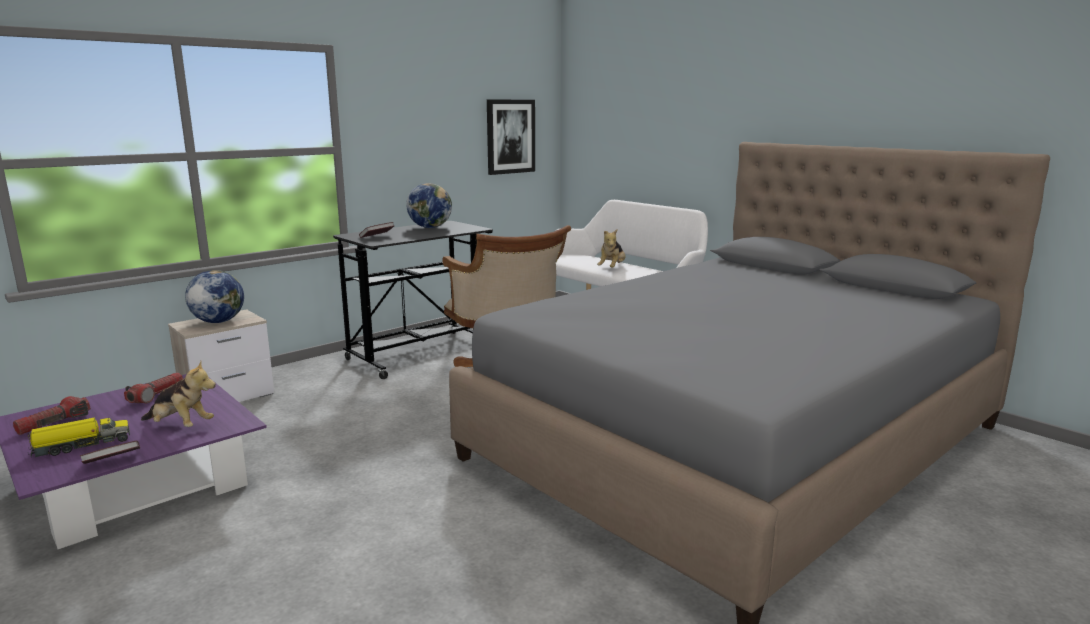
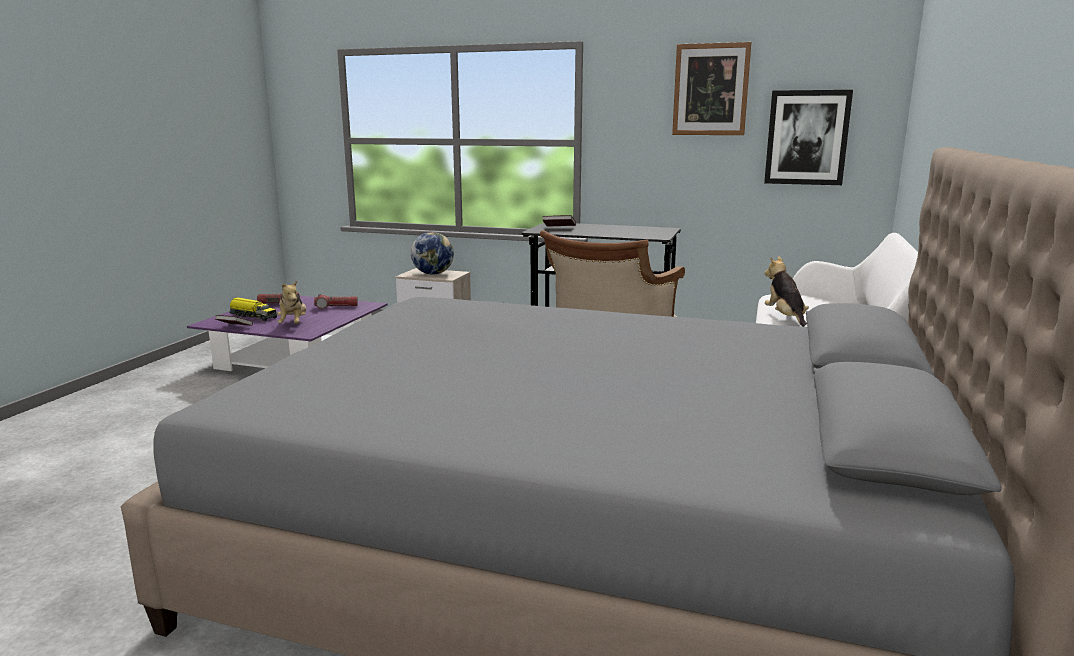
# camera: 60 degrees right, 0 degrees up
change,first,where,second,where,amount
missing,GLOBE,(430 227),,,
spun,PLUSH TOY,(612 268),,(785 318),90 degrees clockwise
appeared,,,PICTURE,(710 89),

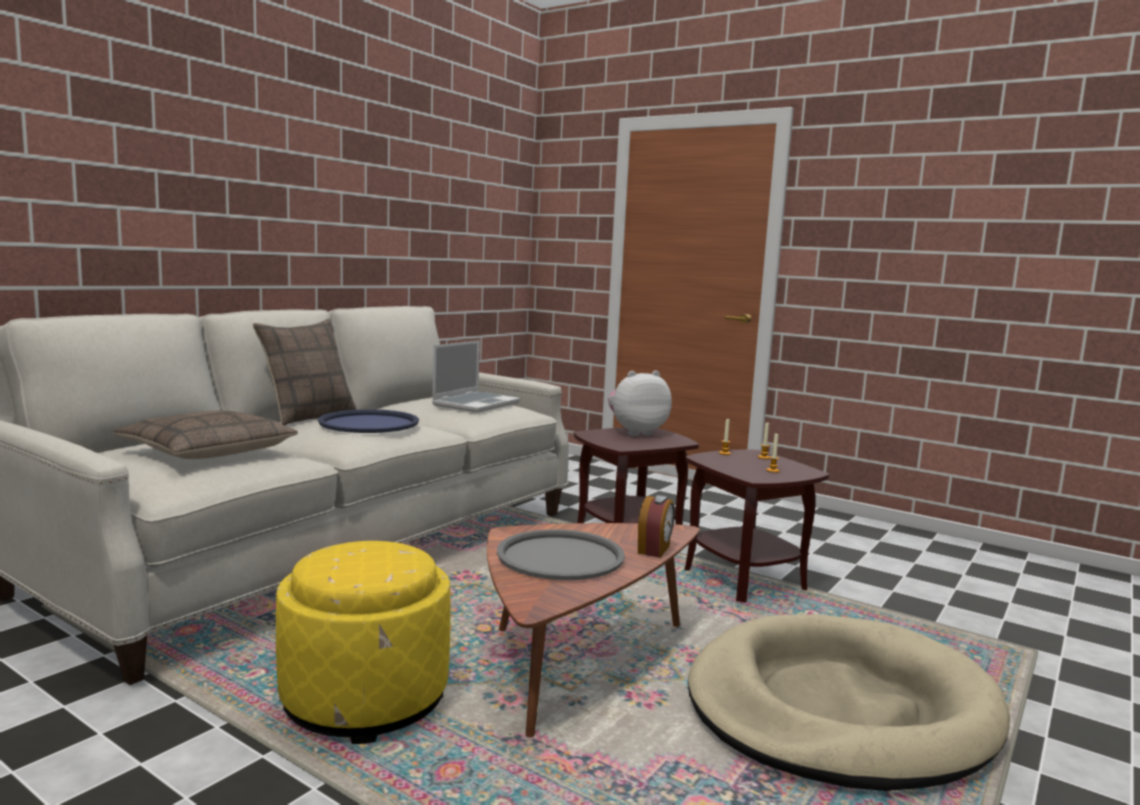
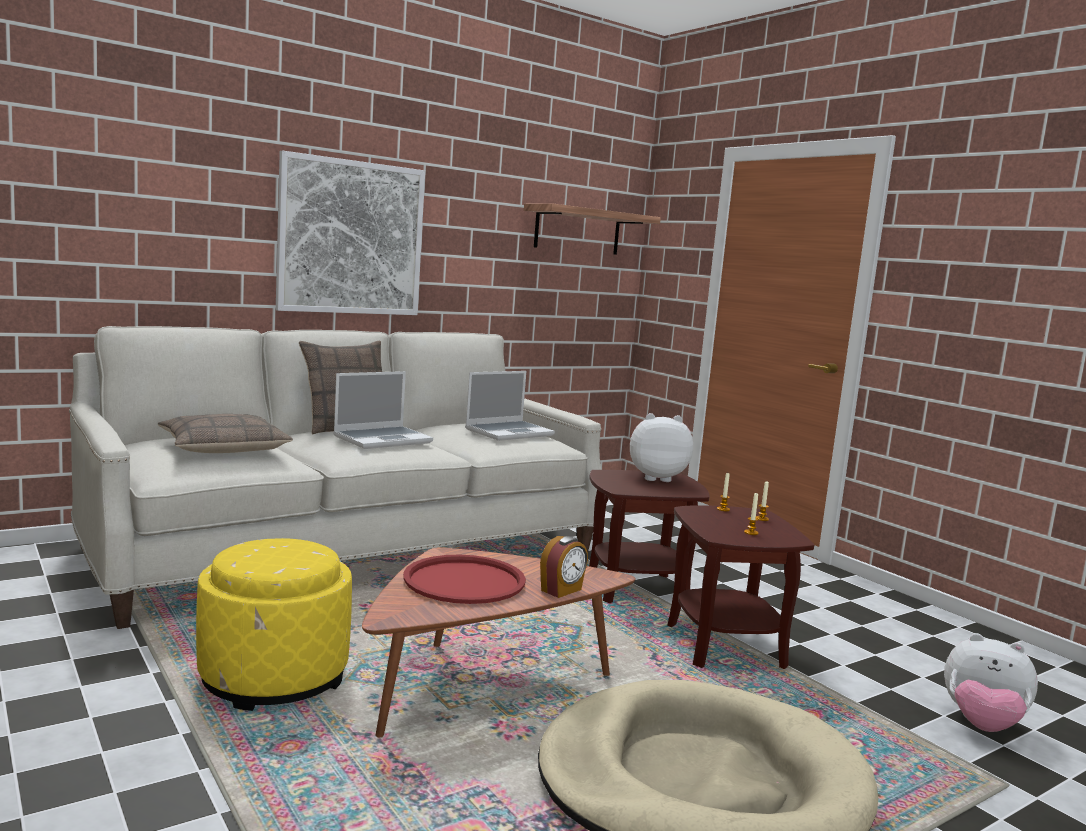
# camera: 20 degrees right, 0 degrees up
change,first,where,second,where,amount
exchanged,BLUE TRAY,(368 423),LAPTOP,(383 439),
colour,GREY TRAY,(560 556),RED TRAY,(464 581),
appeared,,,PICTURE,(351 238),
appeared,,,SHELF,(577 230),
appeared,,,PLUSH TOY,(982 725),

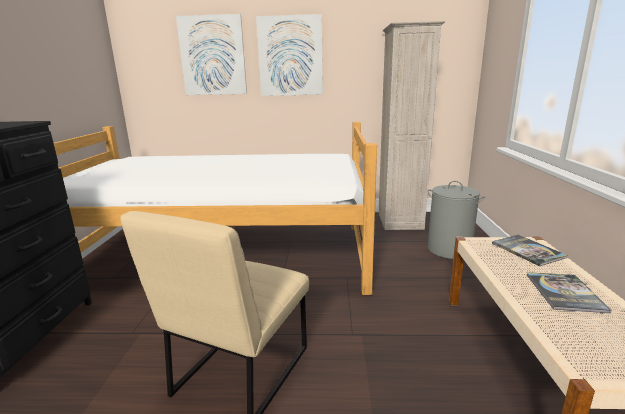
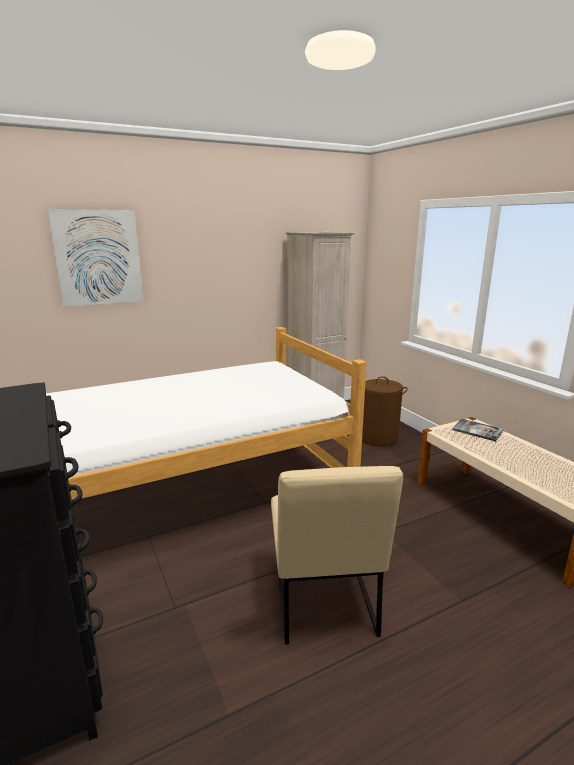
# camera: 30 degrees left, 0 degrees up
change,first,where,second,where,amount
missing,PICTURE,(290 56),,,
colour,GREY LAUNDRY BASKET,(449 249),BROWN LAUNDRY BASKET,(379 438),
missing,BOOK,(564 292),,,

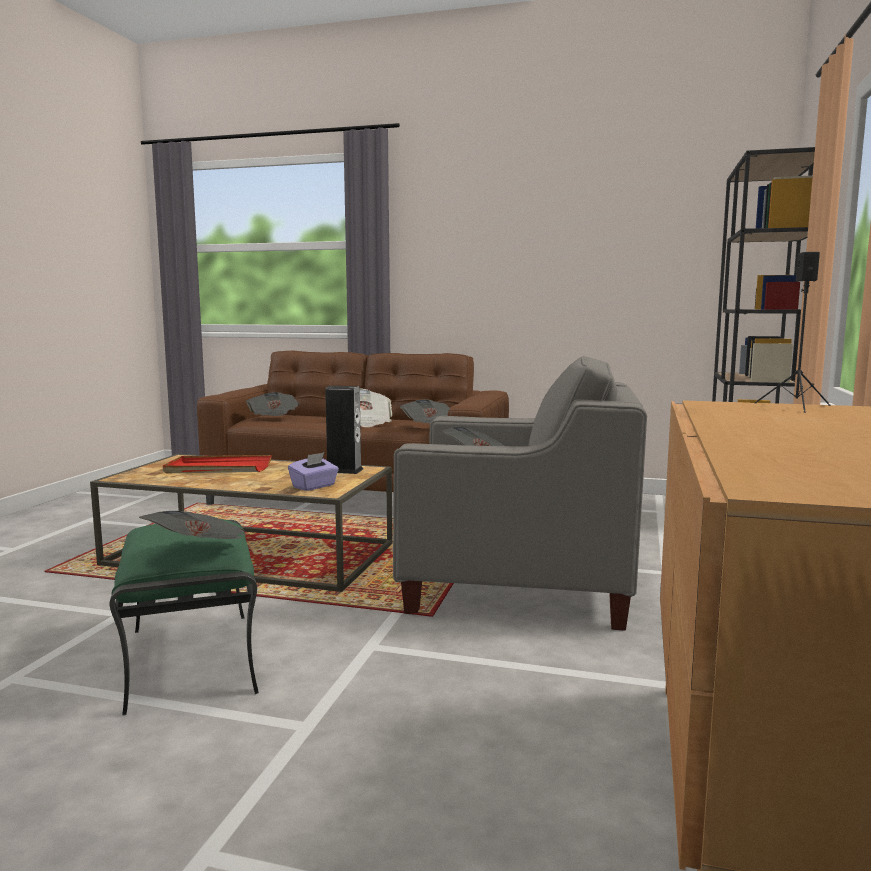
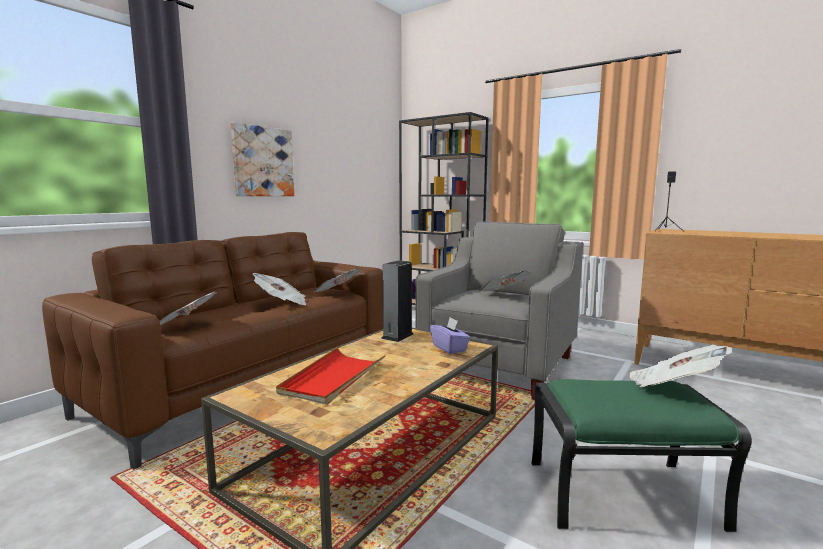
# camera: 70 degrees left, 0 degrees up
change,first,where,second,where,amount
appeared,,,PICTURE,(263 162),

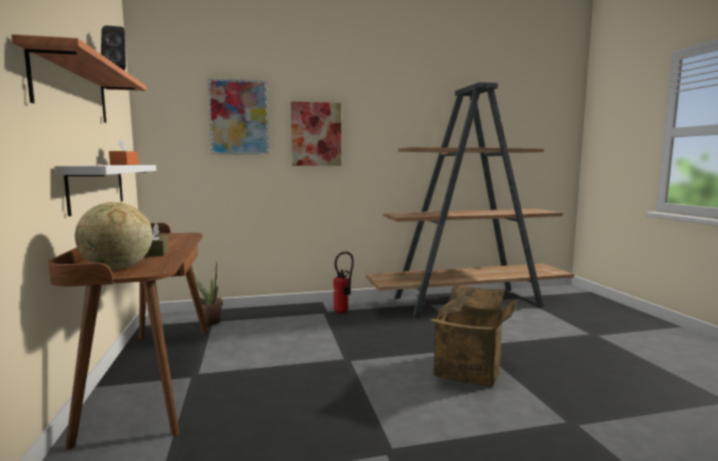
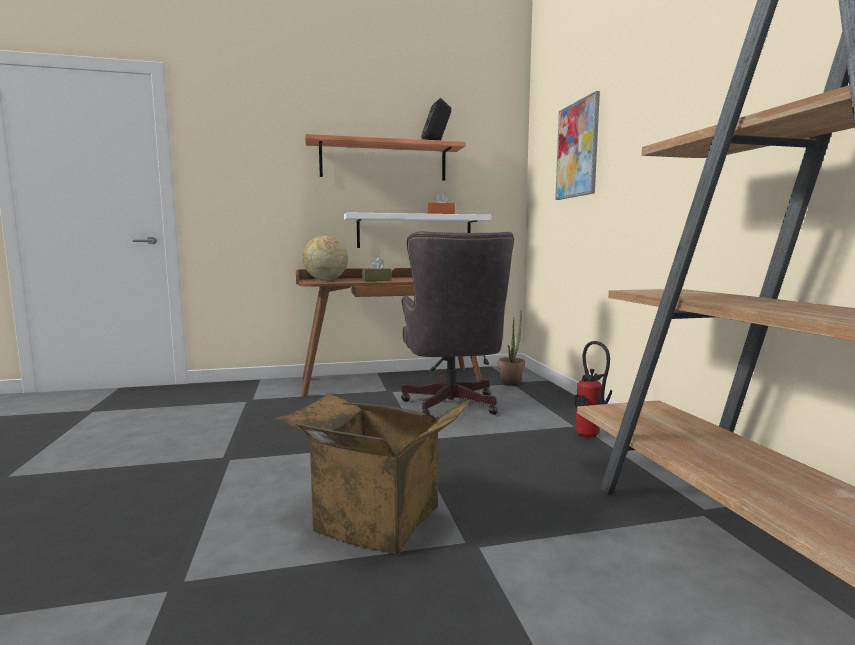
# camera: 90 degrees right, 0 degrees up
change,first,where,second,where,amount
missing,PICTURE,(316 134),,,
appeared,,,GREY OFFICE CHAIR,(452 406),

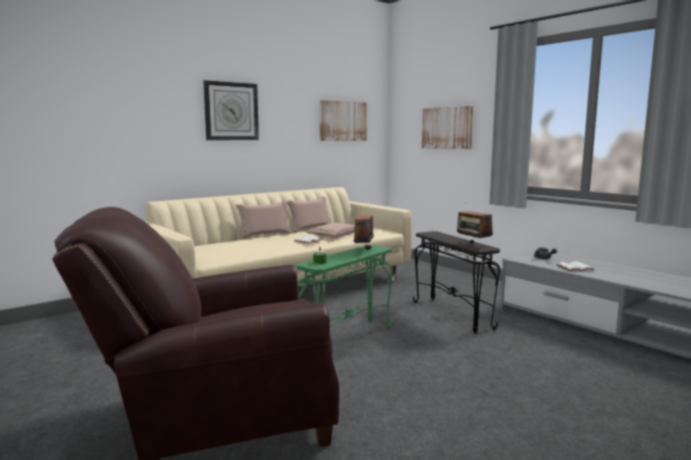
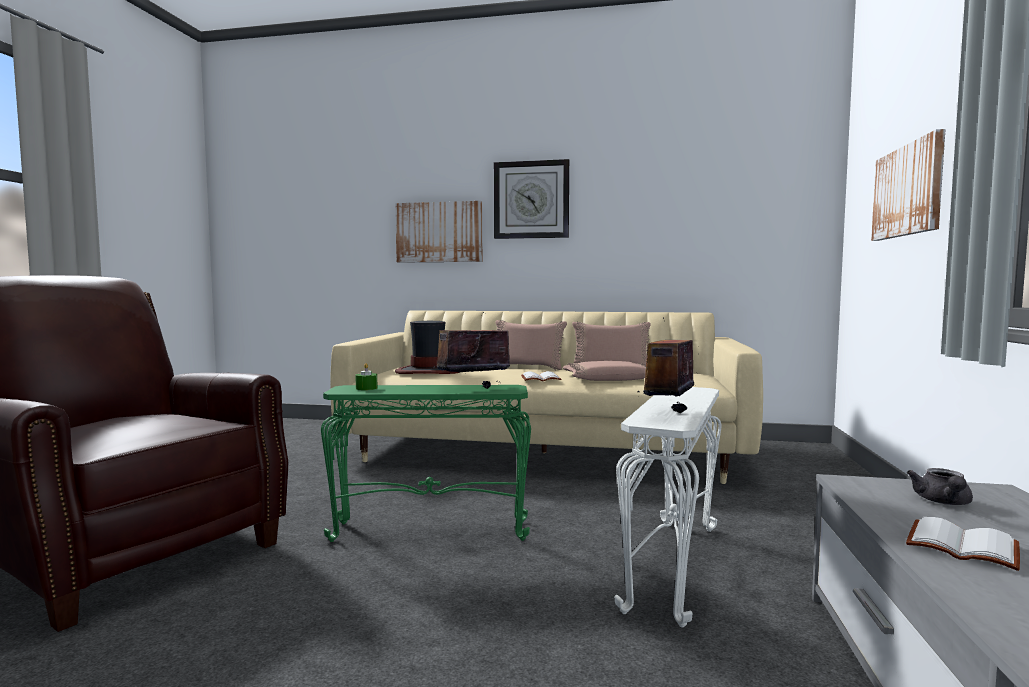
# camera: 50 degrees right, 5 degrees down
change,first,where,second,where,amount
relocated,PICTURE,(343 121),,(439 232),
colour,BLACK SIDE TABLE,(452 314),WHITE SIDE TABLE,(673 566),
appeared,,,HAT,(428 371),

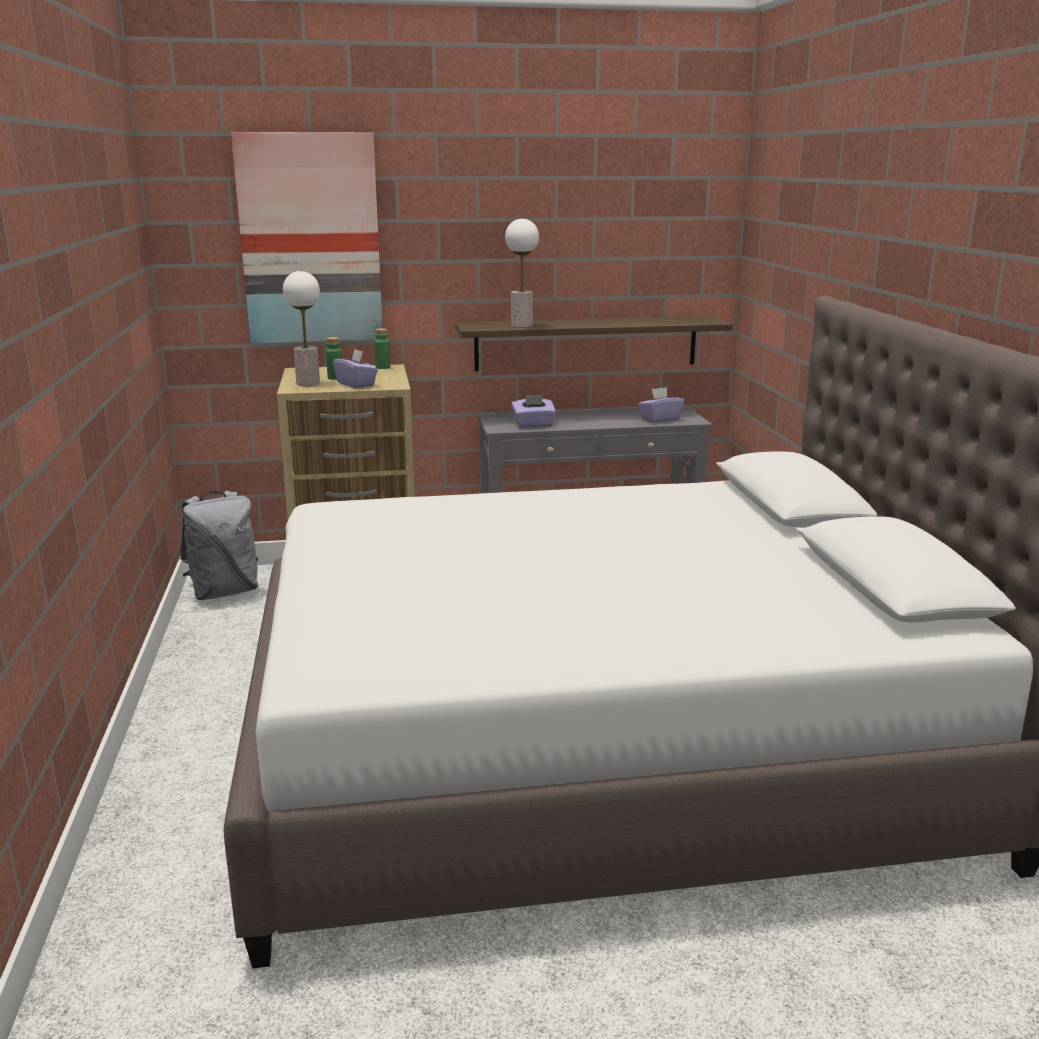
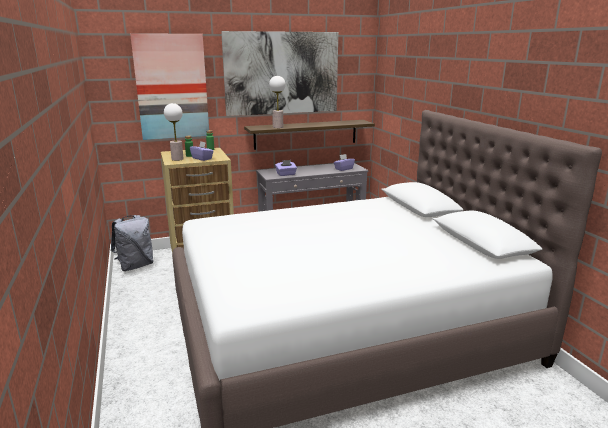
# camera: 10 degrees left, 0 degrees up
change,first,where,second,where,amount
appeared,,,PICTURE,(282 73),

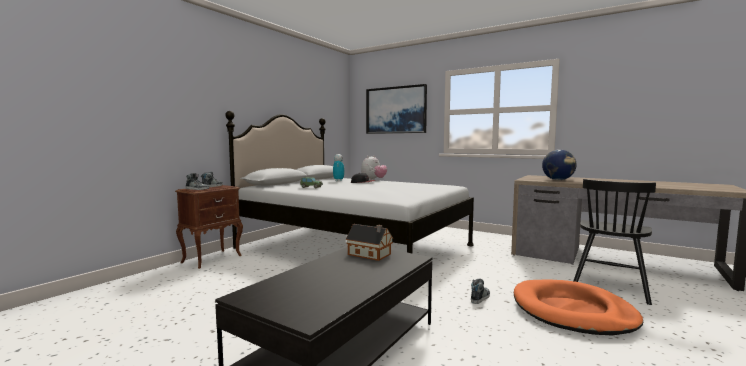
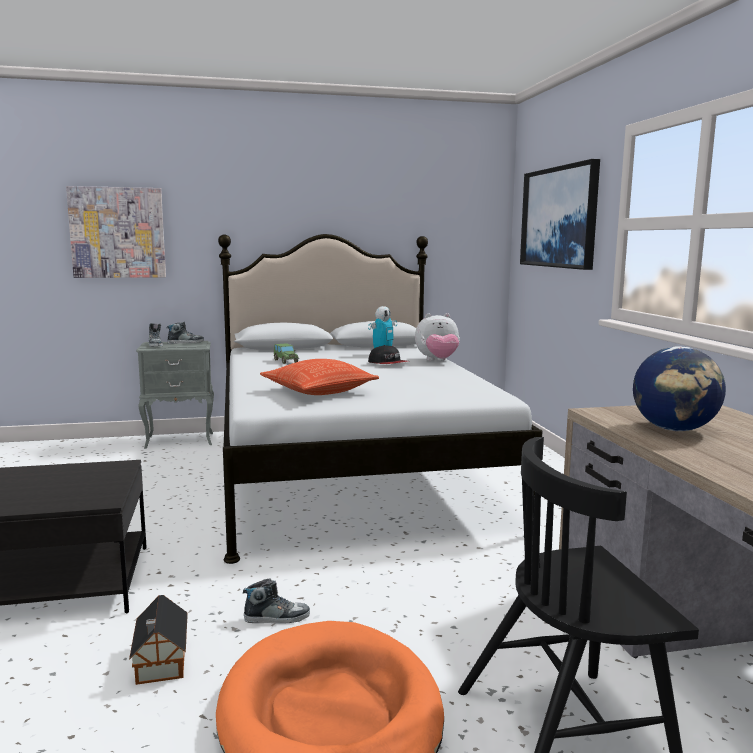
# camera: 45 degrees right, 5 degrees up
change,first,where,second,where,amount
colour,BROWN NIGHTSTAND,(212 259),GREY NIGHTSTAND,(180 440),
relocated,TOY HOUSE,(370 254),,(160 662),
appeared,,,PICTURE,(117 232),
appeared,,,ORANGE PILLOW,(319 391),

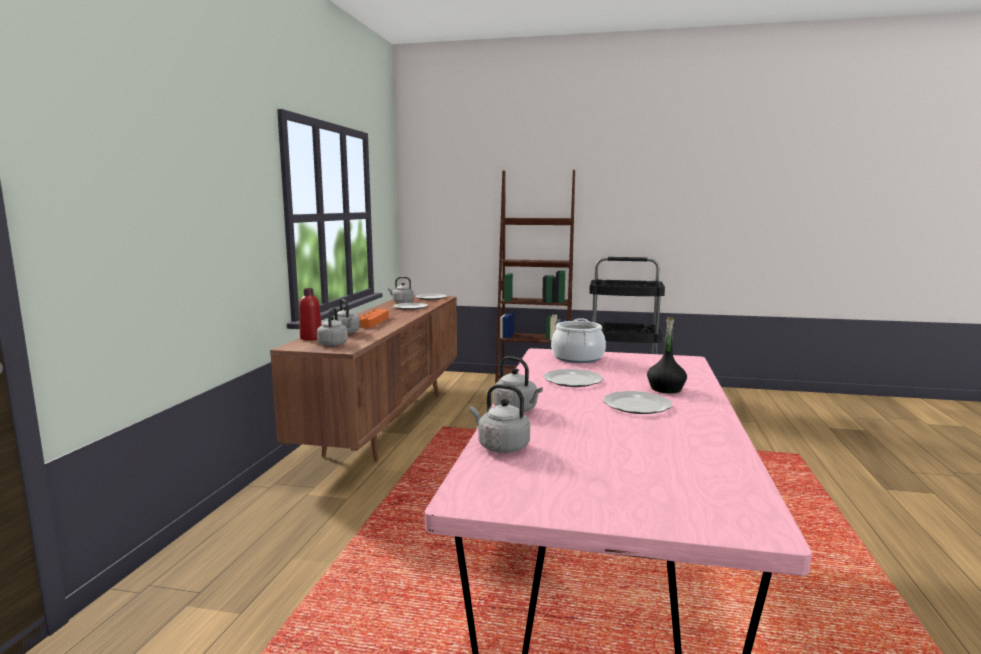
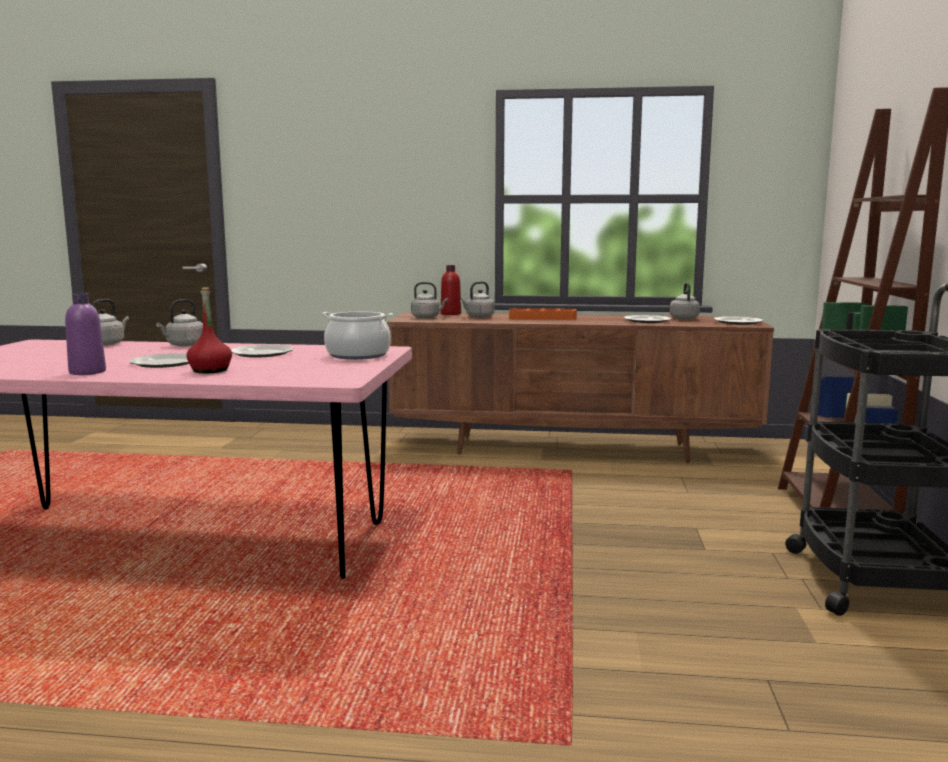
# camera: 85 degrees right, 0 degrees up
change,first,where,second,where,amount
colour,BLACK BOTTLE,(666 389),RED BOTTLE,(210 370),
appeared,,,PURPLE BOTTLE,(87 372),

